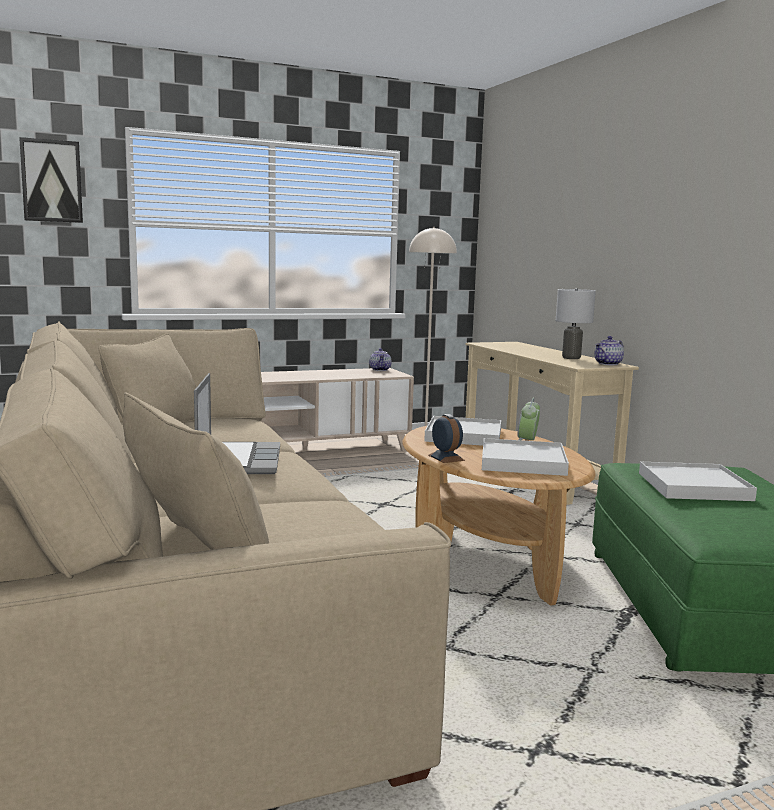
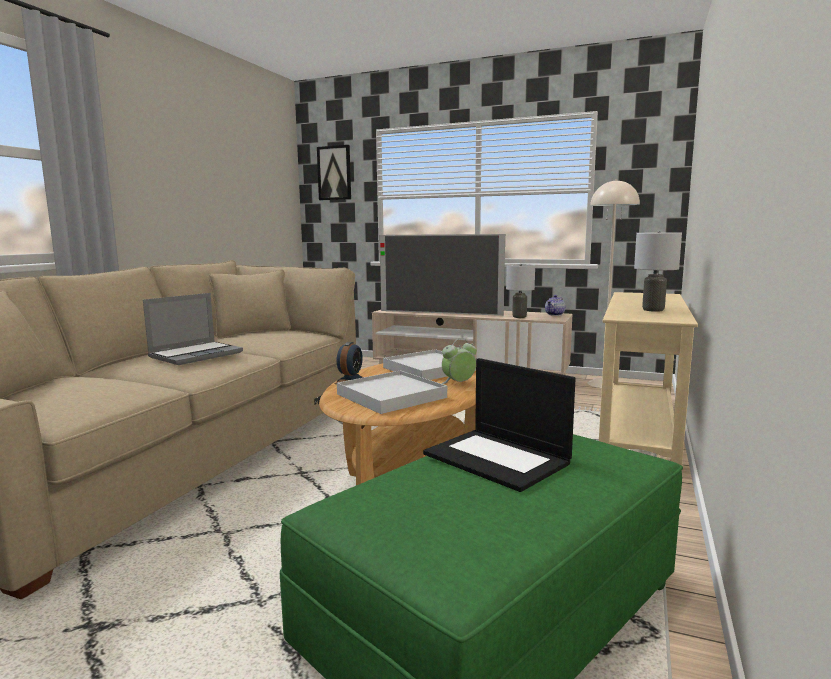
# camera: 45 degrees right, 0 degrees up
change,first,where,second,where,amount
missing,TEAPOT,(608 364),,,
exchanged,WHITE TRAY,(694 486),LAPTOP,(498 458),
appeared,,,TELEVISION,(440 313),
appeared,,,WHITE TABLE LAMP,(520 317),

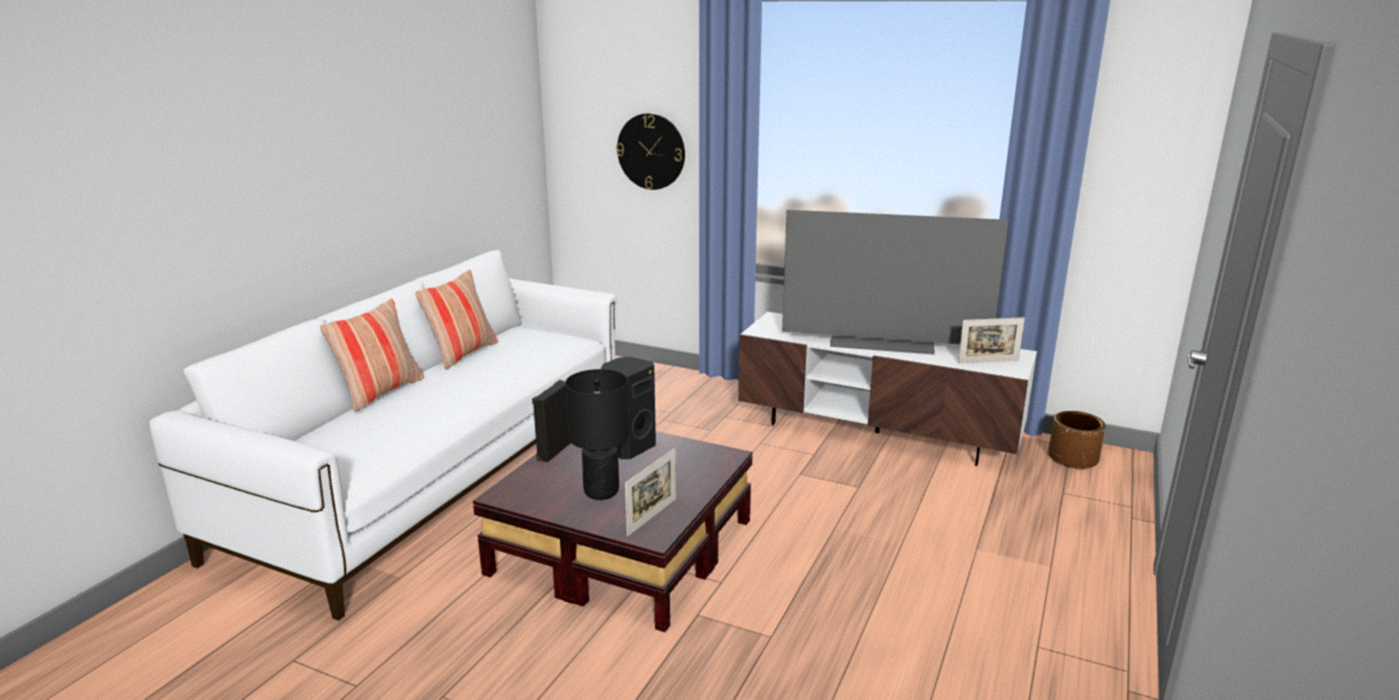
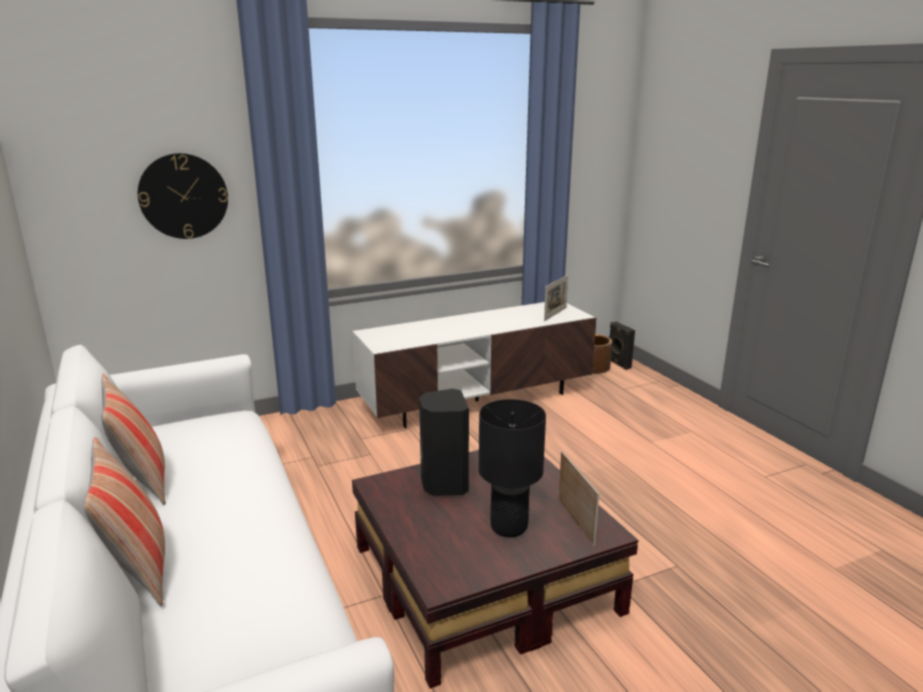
# camera: 50 degrees left, 0 degrees up
change,first,where,second,where,amount
relocated,BLACK SPEAKER,(553 450),,(618 364),
missing,TELEVISION,(883 341),,,

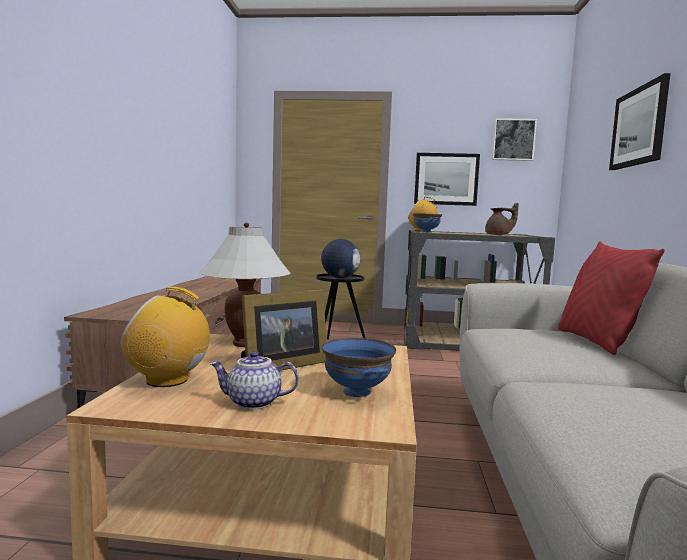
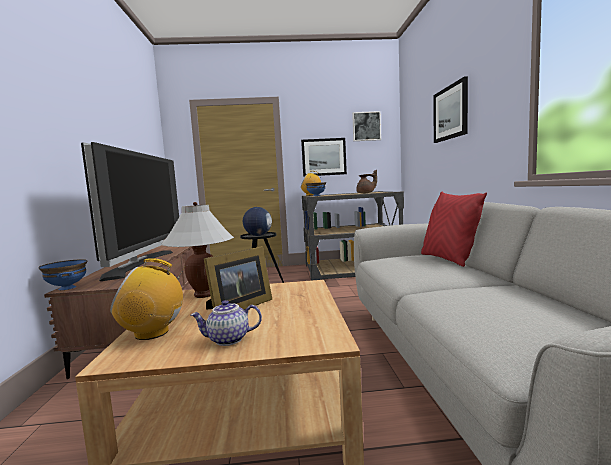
# camera: 10 degrees left, 0 degrees up
change,first,where,second,where,amount
relocated,BLUE BOWL,(356 392),,(66 288),
appeared,,,TELEVISION,(141 263),

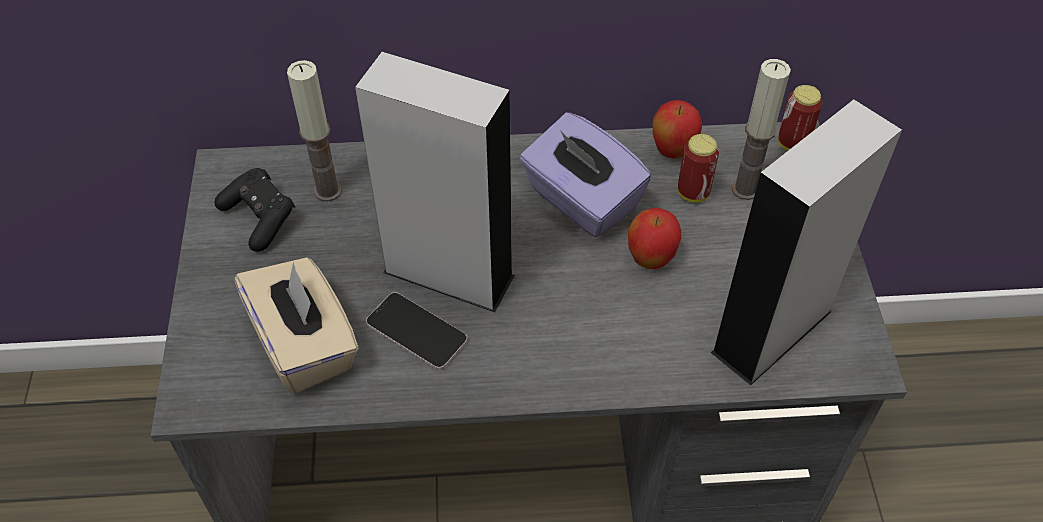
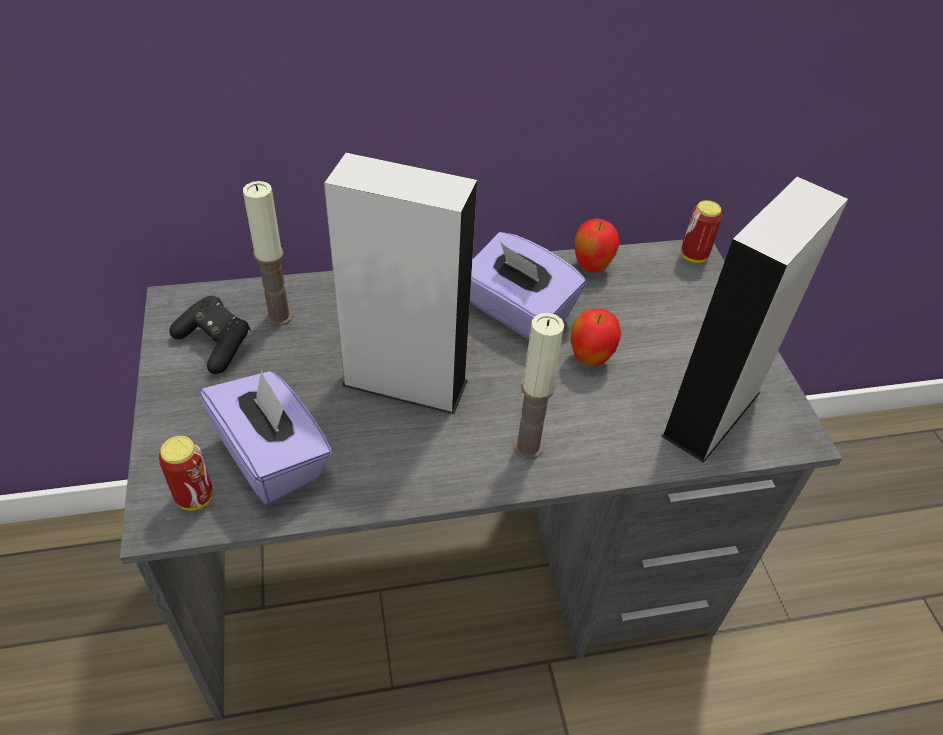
# camera: 10 degrees left, 5 degrees down
change,first,where,second,where,amount
colour,BEIGE TISSUE BOX,(305 345),PURPLE TISSUE BOX,(273 457),
missing,PHONE,(416 331),,,
relocated,CAN,(693 193),,(194 497),
relocated,CANDLE,(745 189),,(528 447),

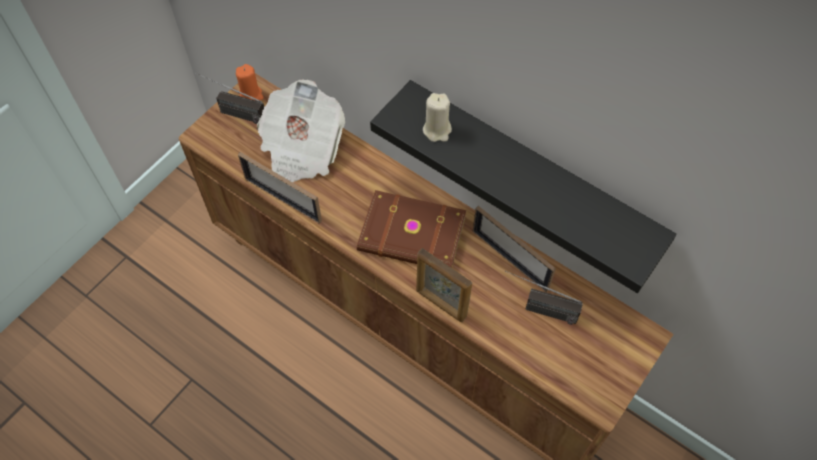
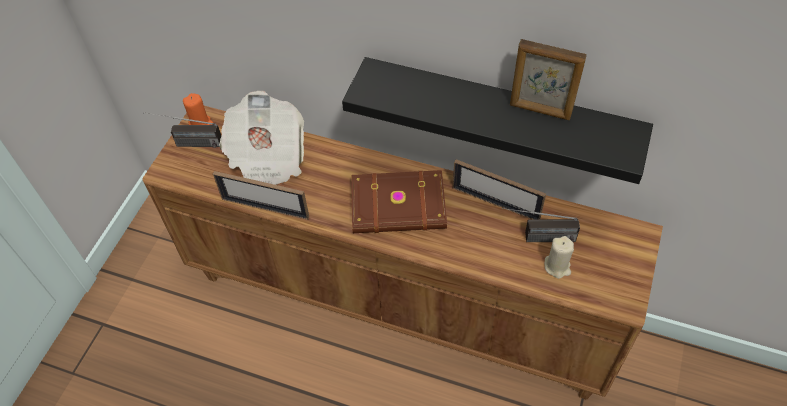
# camera: 15 degrees left, 5 degrees down
change,first,where,second,where,amount
relocated,PICTURE FRAME,(440 304),,(540 110),
relocated,BEIGE CANDLE,(437 130),,(557 266),

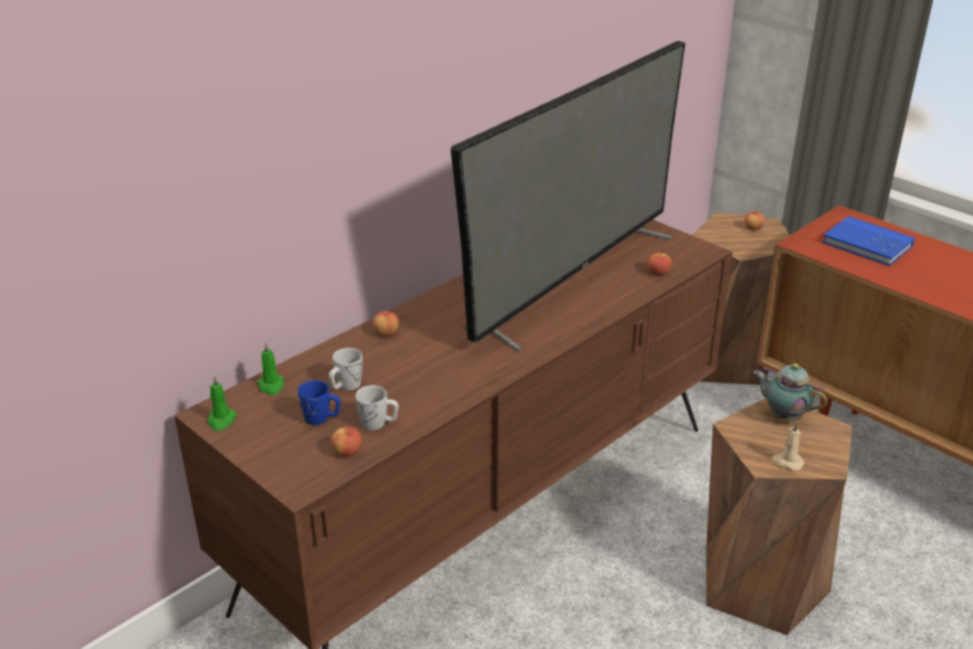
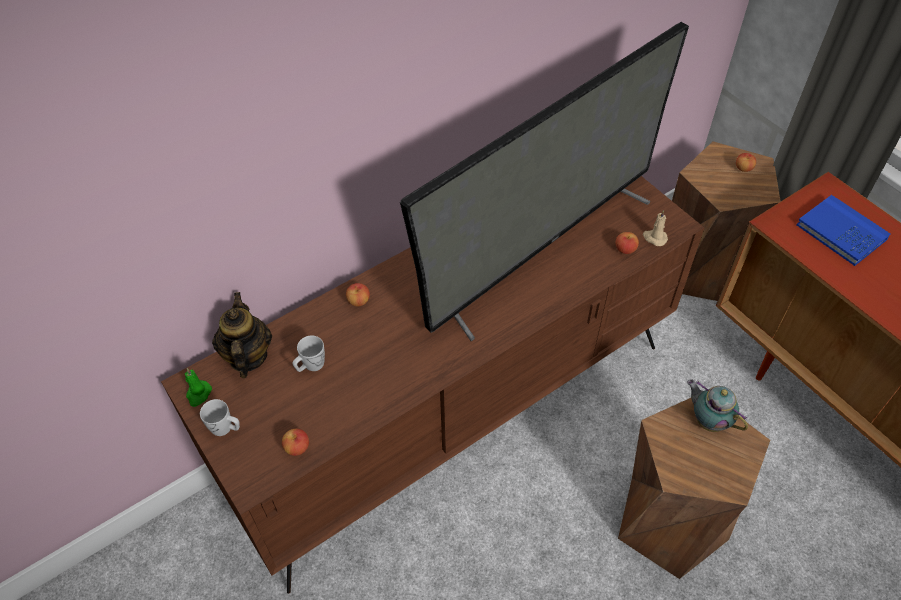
# camera: 10 degrees right, 20 degrees up
change,first,where,second,where,amount
exchanged,GREEN CANDLE,(271 386),TEAPOT,(247 356),
missing,BLUE MUG,(321 419),,,
relocated,WHITE MUG,(378 424),,(225 428),
relocated,BEIGE CANDLE,(787 462),,(654 238),

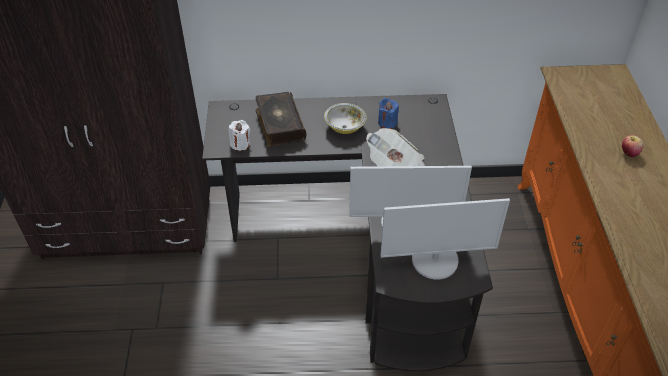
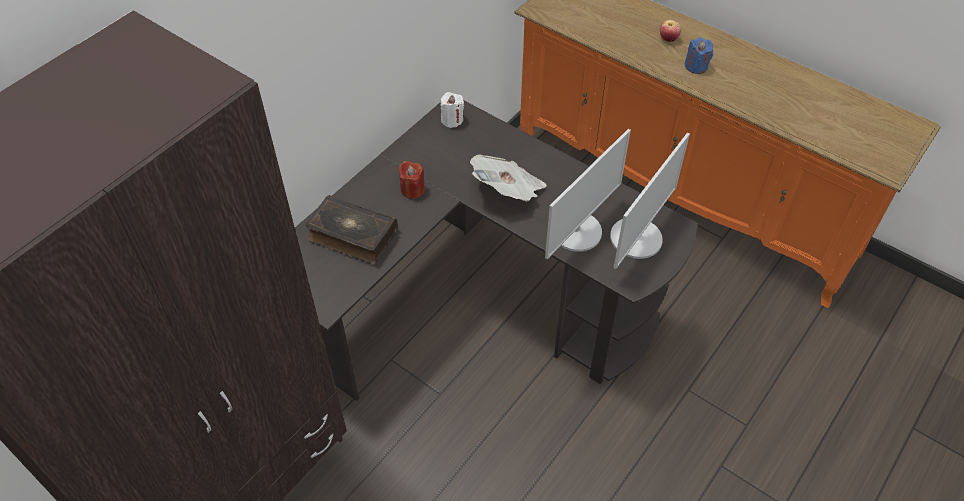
# camera: 50 degrees left, 5 degrees up
change,first,where,second,where,amount
relocated,WHITE CANDLE,(240 144),,(452 120),
exchanged,BOWL,(345 127),RED CANDLE,(412 190),
relocated,BLUE CANDLE,(387 122),,(696 66),

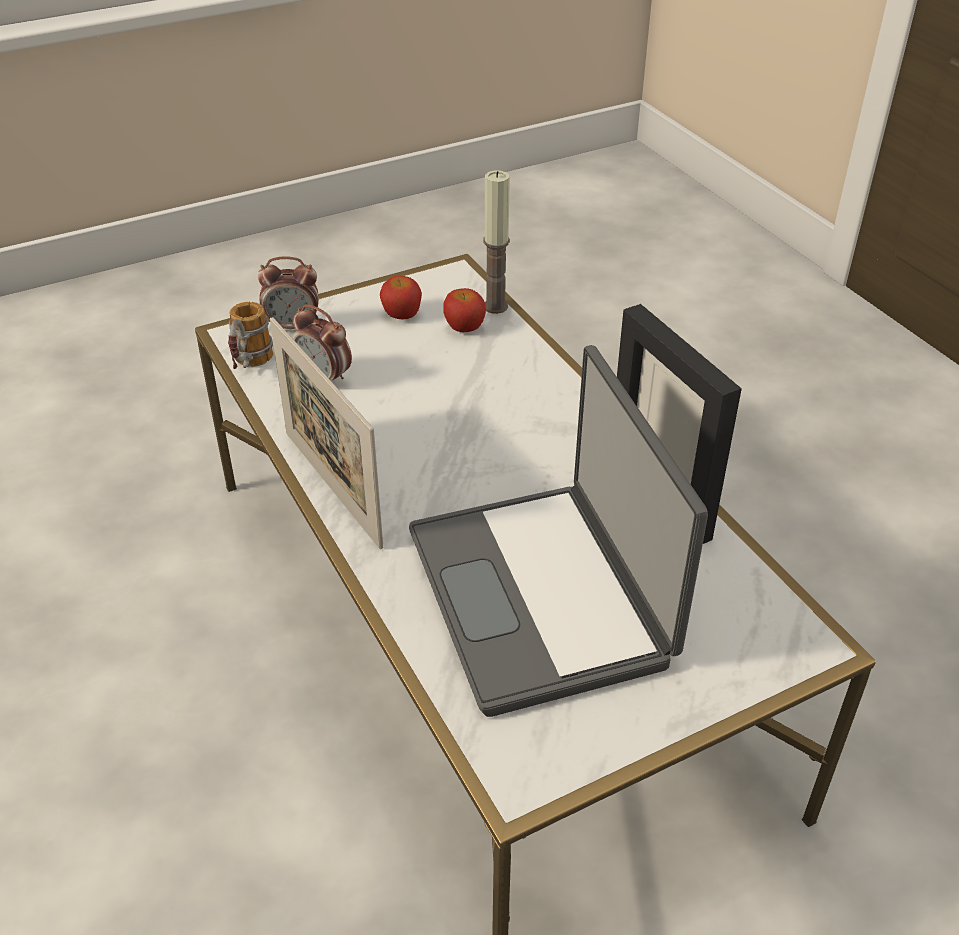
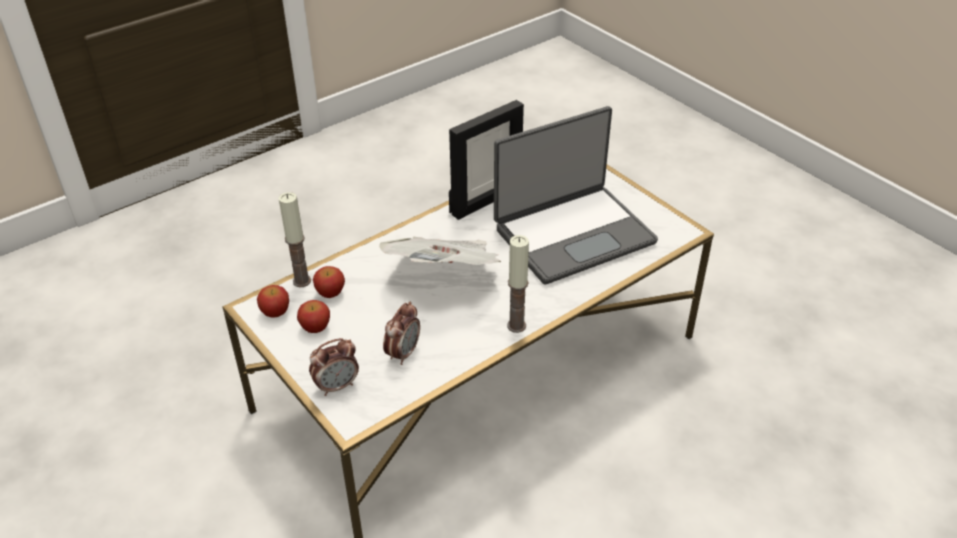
# camera: 100 degrees left, 0 degrees up
change,first,where,second,where,amount
missing,MUG,(249 366),,,
spun,ALARM CLOCK,(293 326),,(337 386),75 degrees clockwise
exchanged,PICTURE FRAME,(332 488),CANDLE,(516 326),
appeared,,,APPLE,(276 312),
appeared,,,NEWSPAPER,(446 274),

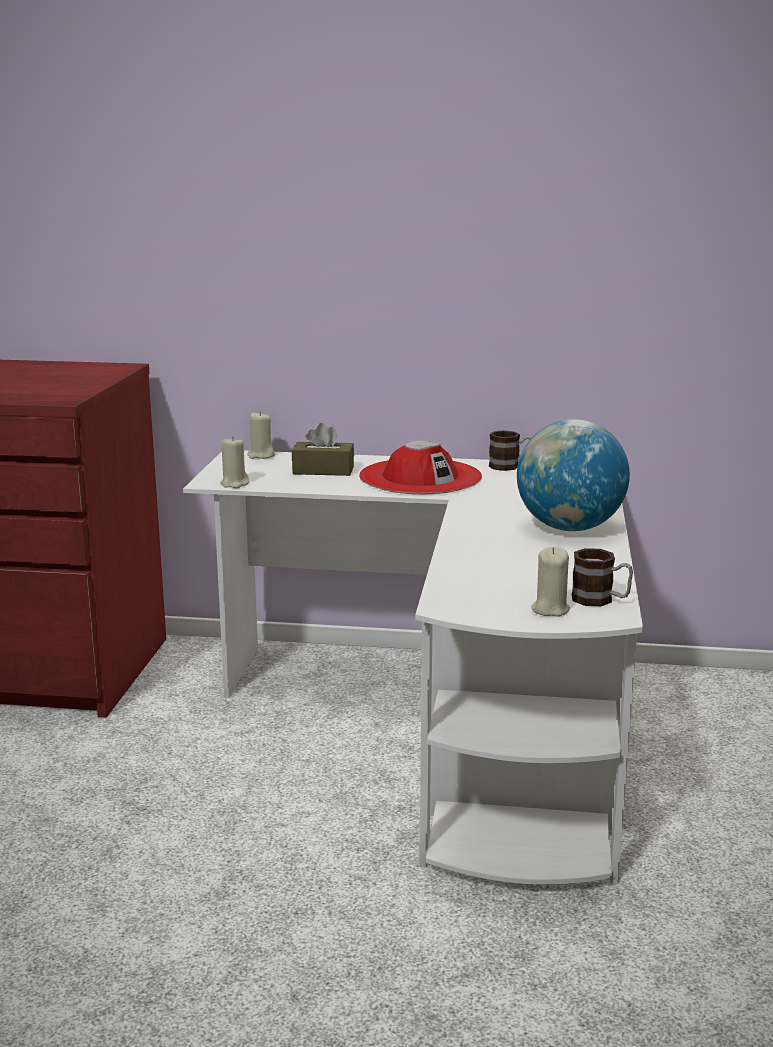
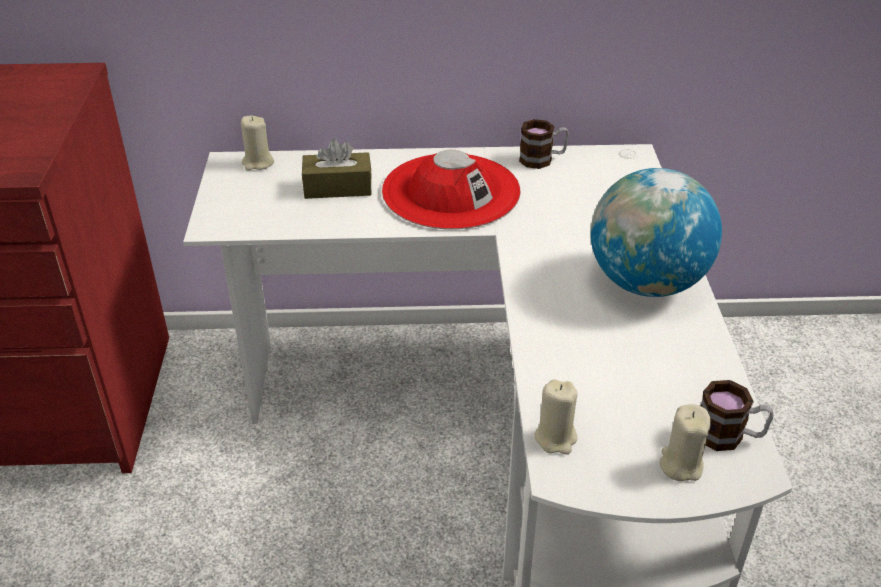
# camera: 10 degrees left, 20 degrees up
change,first,where,second,where,amount
relocated,BEIGE CANDLE,(234 484),,(555 438),

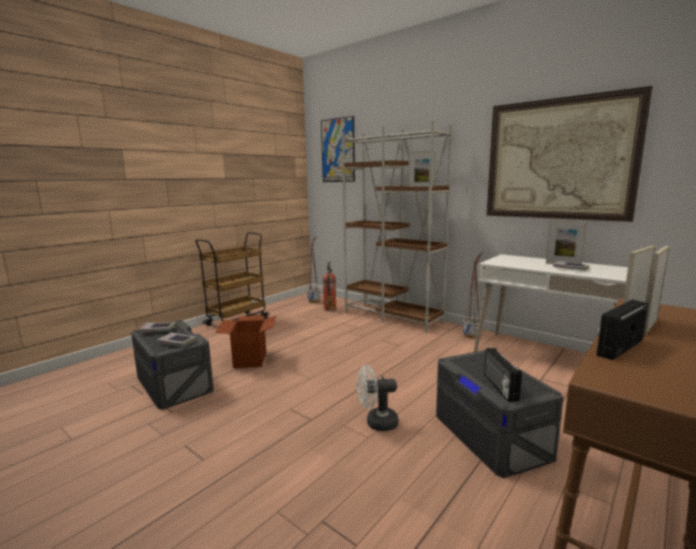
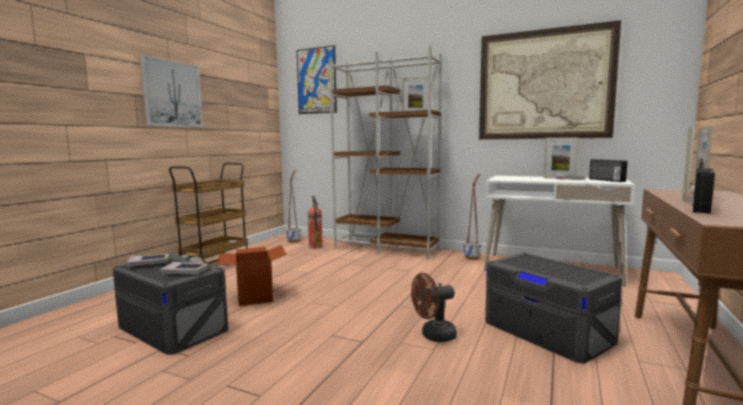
# camera: 15 degrees left, 5 degrees down
change,first,where,second,where,amount
colour,WHITE FAN,(376 423),BROWN FAN,(433 336),
relocated,RADIO,(499 387),,(606 180),
appeared,,,PICTURE,(172 94),

